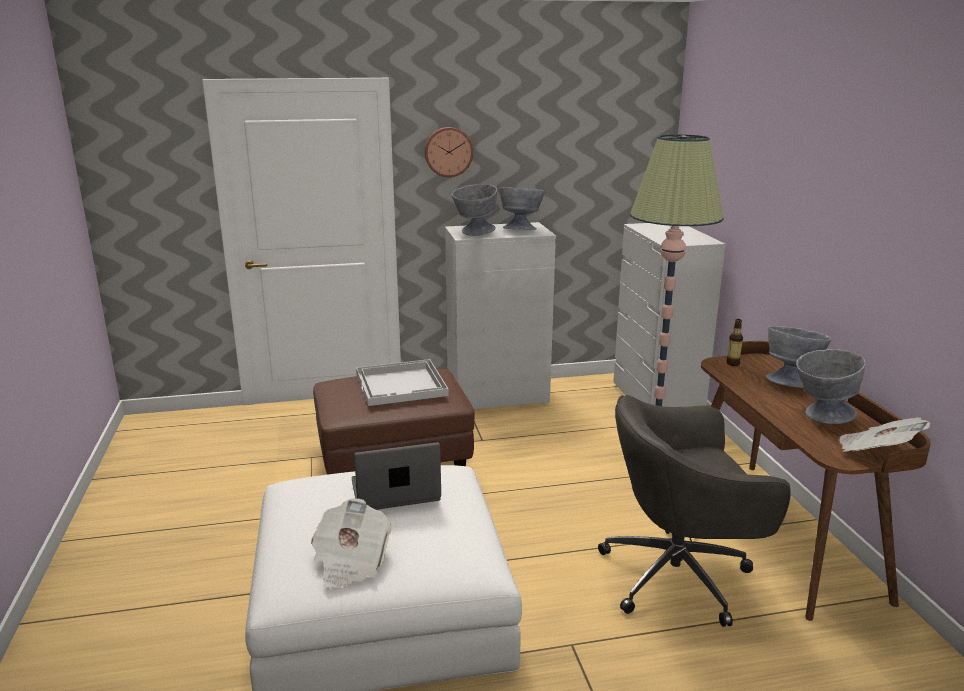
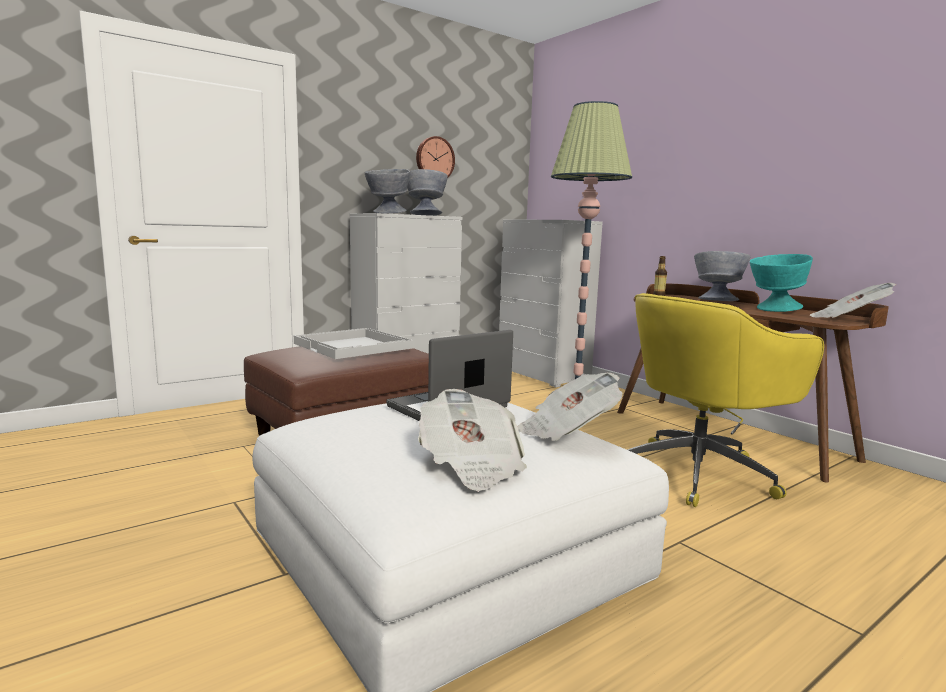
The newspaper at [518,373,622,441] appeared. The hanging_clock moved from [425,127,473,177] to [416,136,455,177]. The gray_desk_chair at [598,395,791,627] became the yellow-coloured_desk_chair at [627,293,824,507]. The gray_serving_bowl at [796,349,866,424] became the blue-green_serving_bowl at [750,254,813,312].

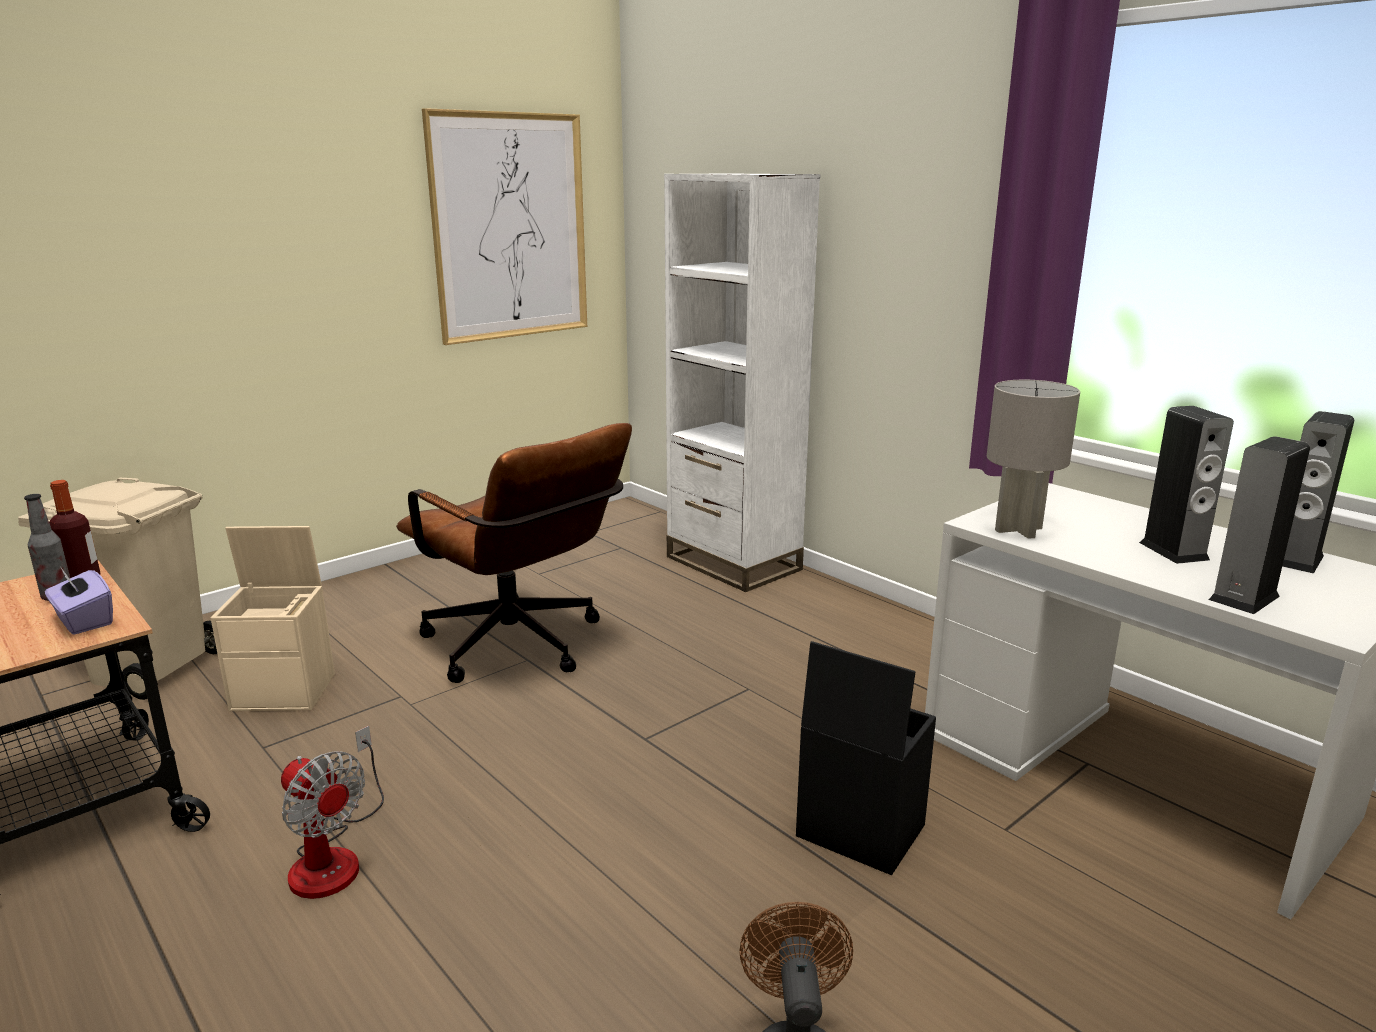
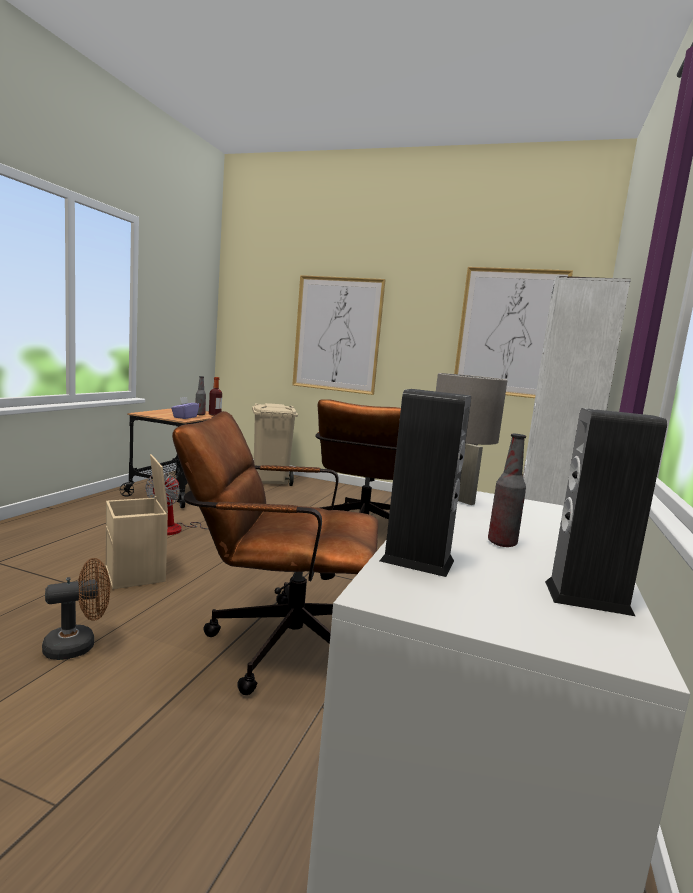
The wall_art at [292,275,385,395] appeared. The beige_storage_box moved from [211,526,335,711] to [106,454,168,589]. The blackish_storage_box at [796,641,936,875] was replaced by the brown-coloured_desk_chair at [172,411,379,695]. The loudspeaker at [1139,406,1234,564] was replaced by the beverage_bottle at [488,434,526,547].

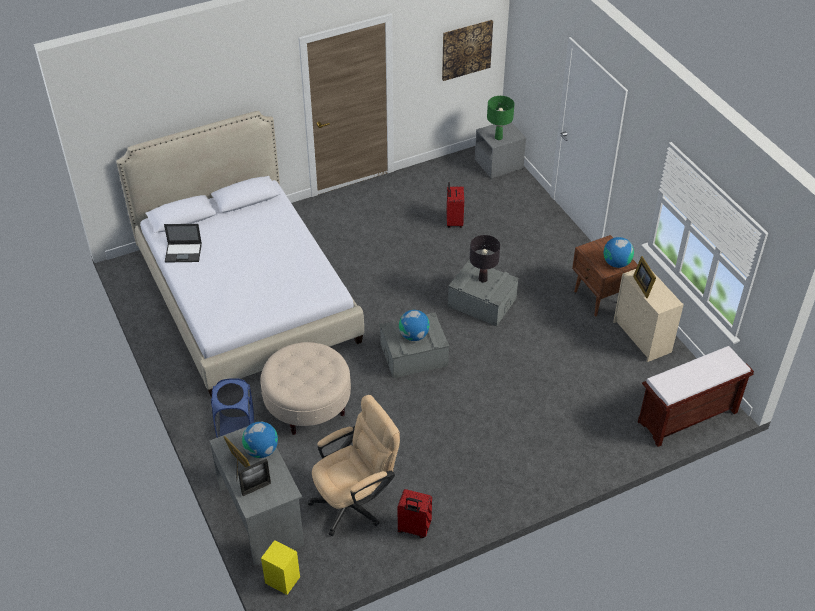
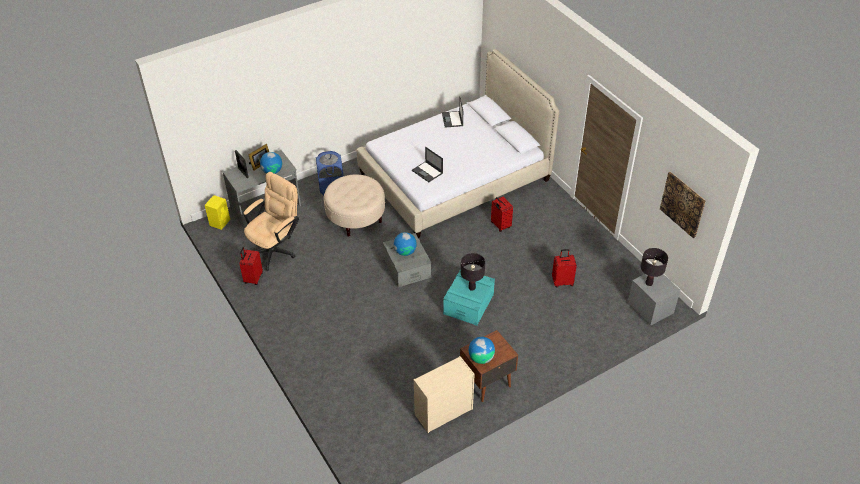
The picture_frame at [633,256,656,298] disappeared. The brown-coloured_bench at [638,346,754,447] disappeared. The portable_computer at [412,147,443,182] appeared. The red-coloured_suitcase at [491,197,513,232] appeared. The gray_storage_box at [448,259,519,327] became the blue-green_storage_box at [443,269,495,326]. The green-coloured_tabletop_lamp at [487,96,514,140] became the blackish_tabletop_lamp at [641,248,668,286]. The beige_desk_chair at [308,395,400,536] turned 105 degrees counterclockwise.

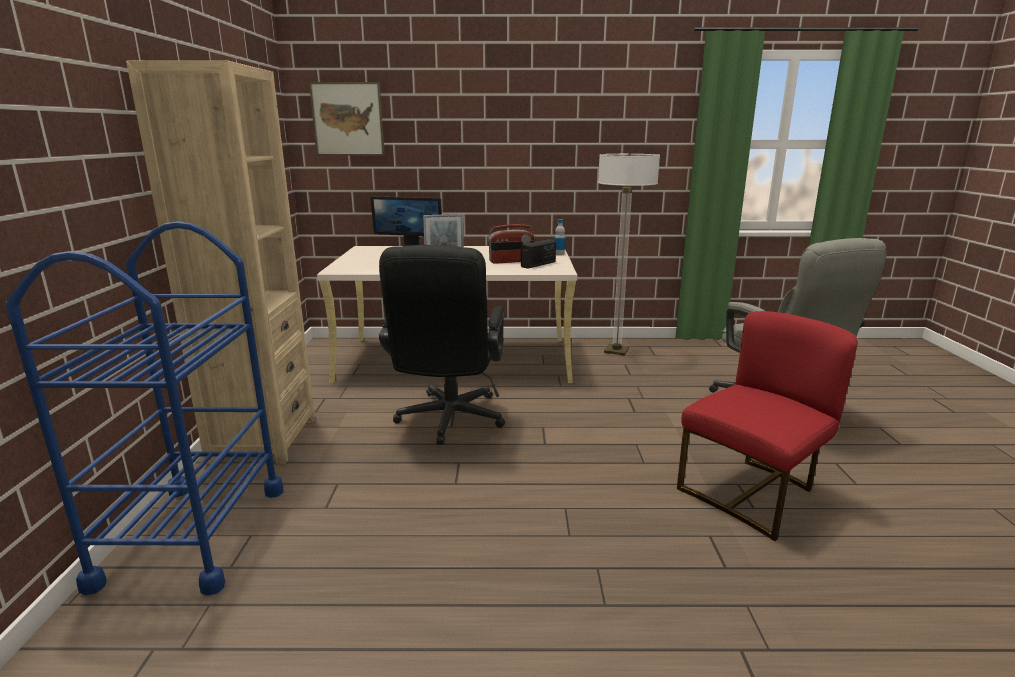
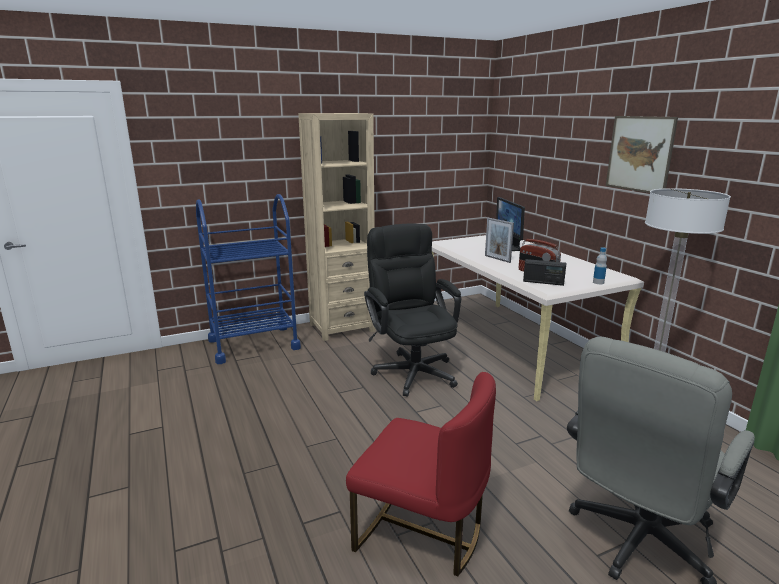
The wall_art moved from [309,82,385,156] to [606,116,678,193]. The blackish_desk_chair at [379,245,505,445] turned 90 degrees clockwise.

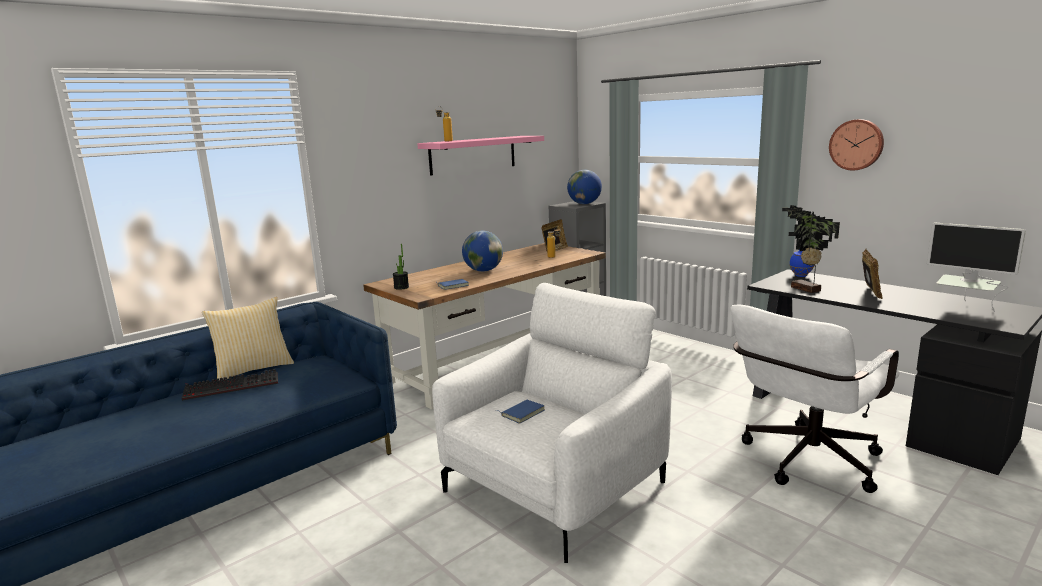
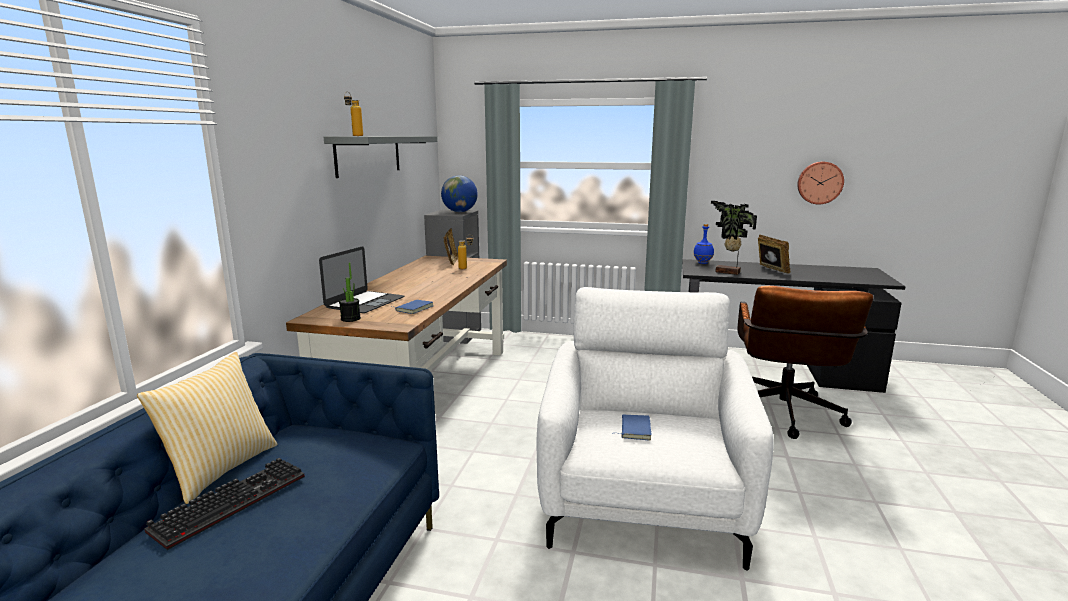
The globe at [462,231,503,272] disappeared. The computer_screen at [927,223,1026,312] disappeared. The portable_computer at [319,247,404,313] appeared. The hanging_clock moved from [829,119,884,171] to [797,162,844,205]. The pinkish_wall_shelf at [417,136,544,176] became the gray_wall_shelf at [324,136,438,178]. The white-coloured_desk_chair at [731,305,900,493] became the brown-coloured_desk_chair at [737,286,873,439].

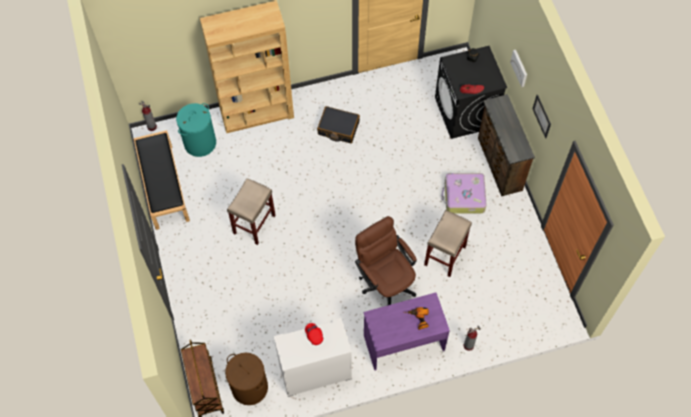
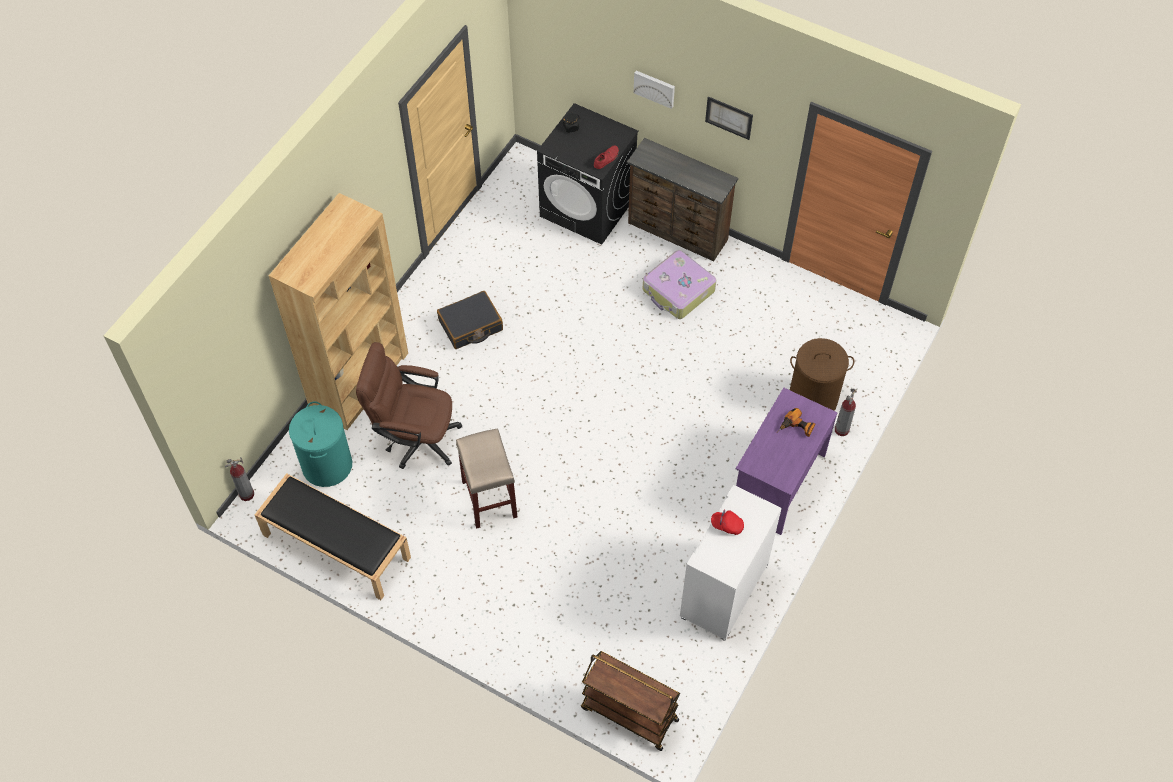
The beige_stool at [424,210,472,277] disappeared. The brown-coloured_washing_basket moved from [225,353,268,405] to [790,338,854,411]. The brown-coloured_desk_chair moved from [355,216,417,305] to [356,342,463,469].

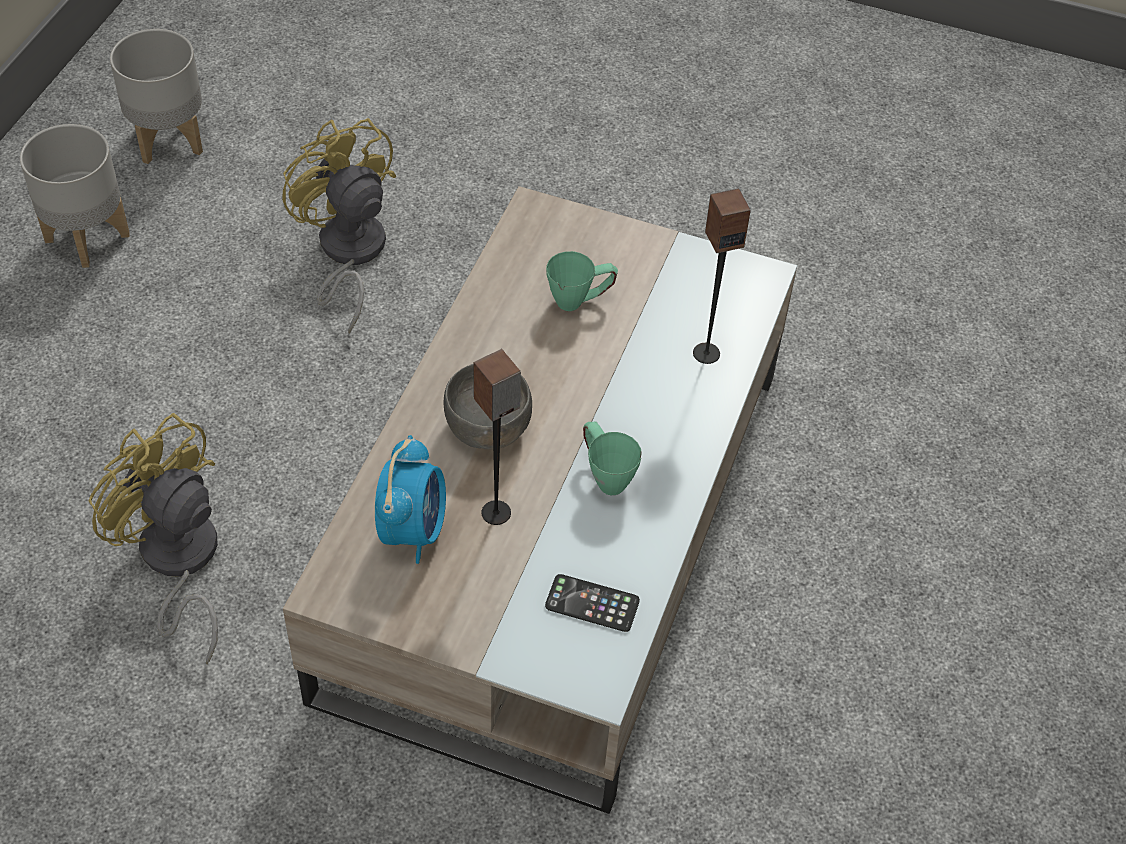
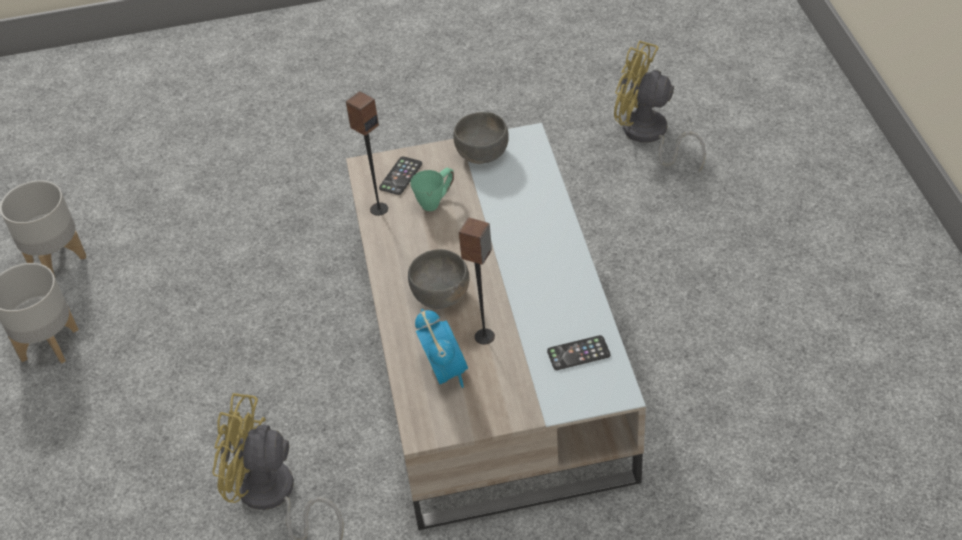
The green-coloured_tea_mug at [583,422,641,495] disappeared. The handset at [379,156,422,195] appeared. The gray_serving_bowl at [453,112,509,164] appeared. The yellow-coloured_electric_fan moved from [282,118,396,334] to [614,41,706,172]. The loudspeaker moved from [693,188,751,364] to [346,91,388,216].

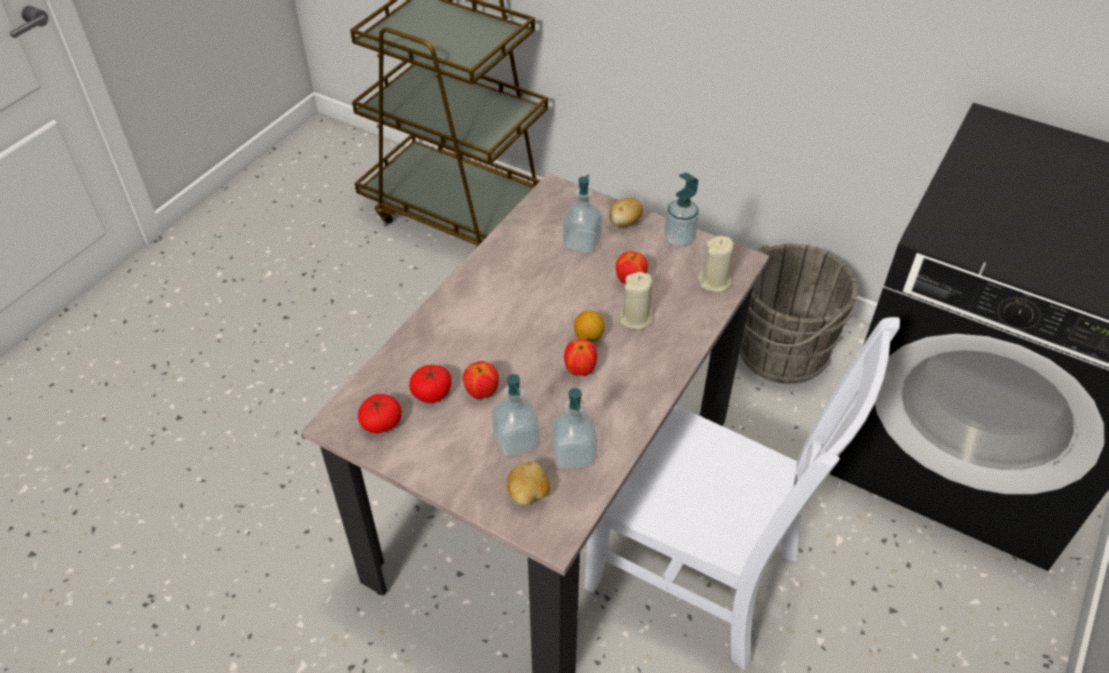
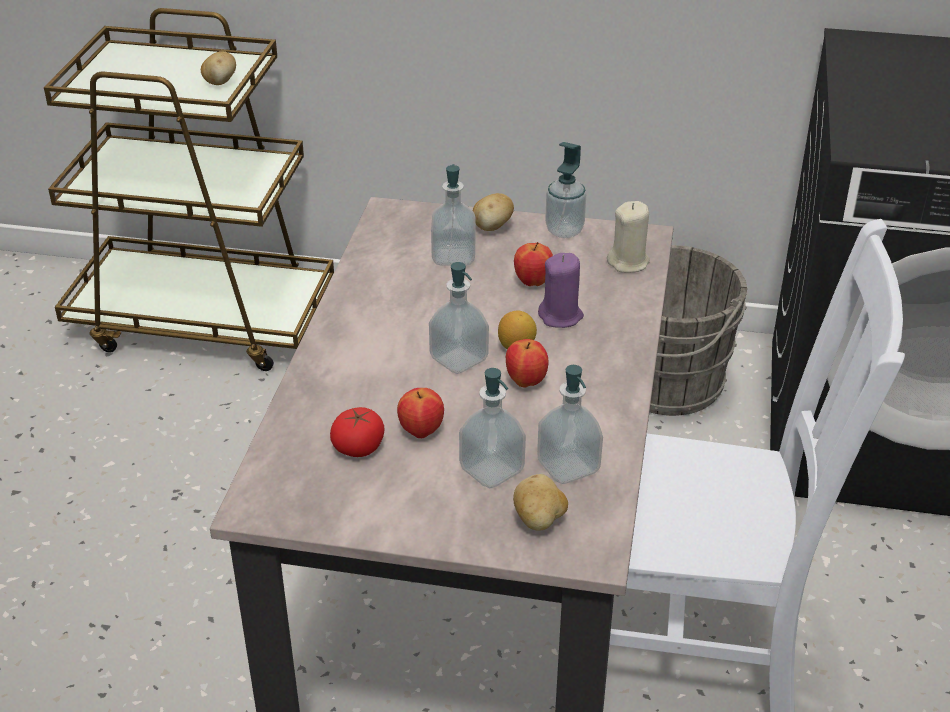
The fresh_tomato at [358,394,402,433] disappeared. The whole_potato at [201,51,236,85] appeared. The liquid_soap_bottle at [429,262,489,374] appeared. The beige_wax_candle at [619,272,654,330] became the purple-coloured_wax_candle at [538,253,584,328].

